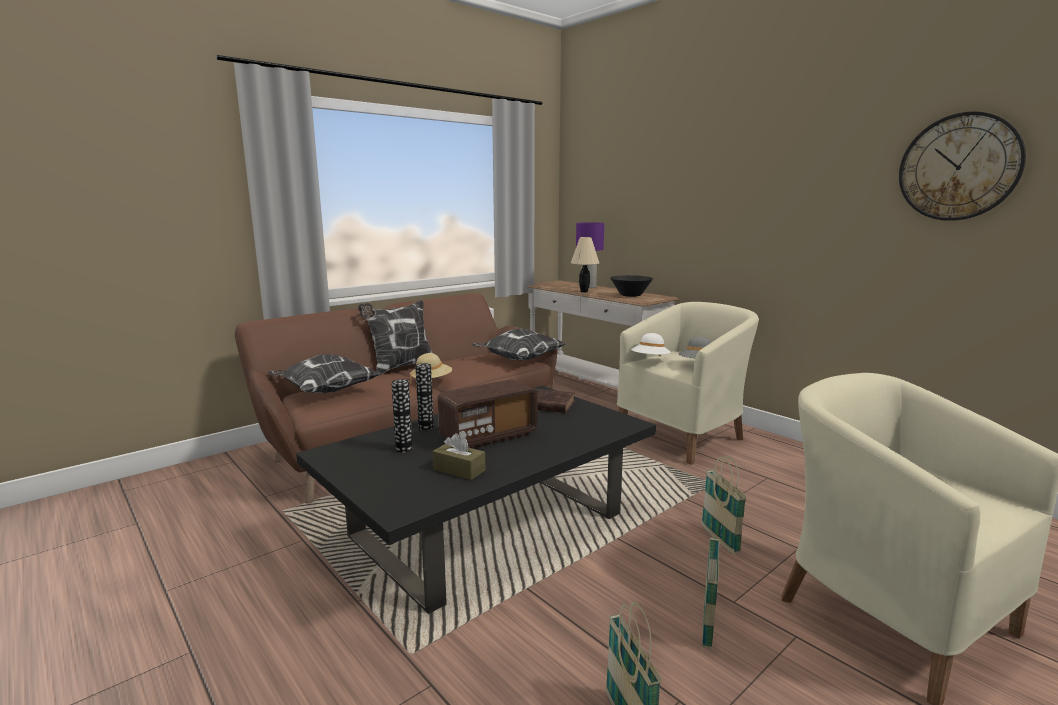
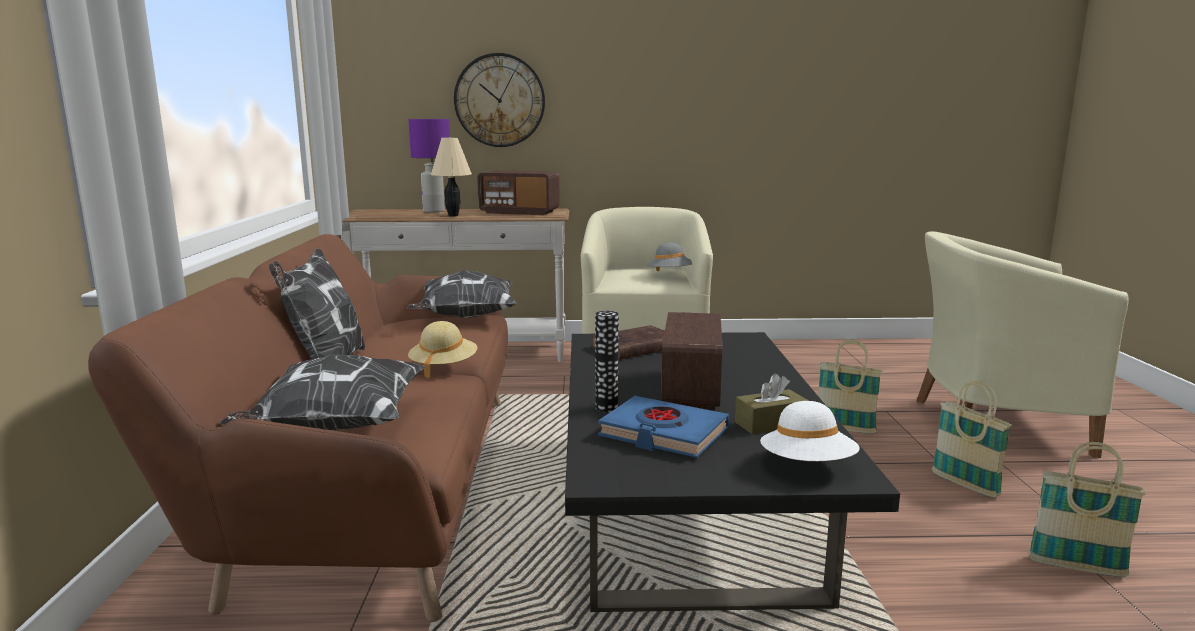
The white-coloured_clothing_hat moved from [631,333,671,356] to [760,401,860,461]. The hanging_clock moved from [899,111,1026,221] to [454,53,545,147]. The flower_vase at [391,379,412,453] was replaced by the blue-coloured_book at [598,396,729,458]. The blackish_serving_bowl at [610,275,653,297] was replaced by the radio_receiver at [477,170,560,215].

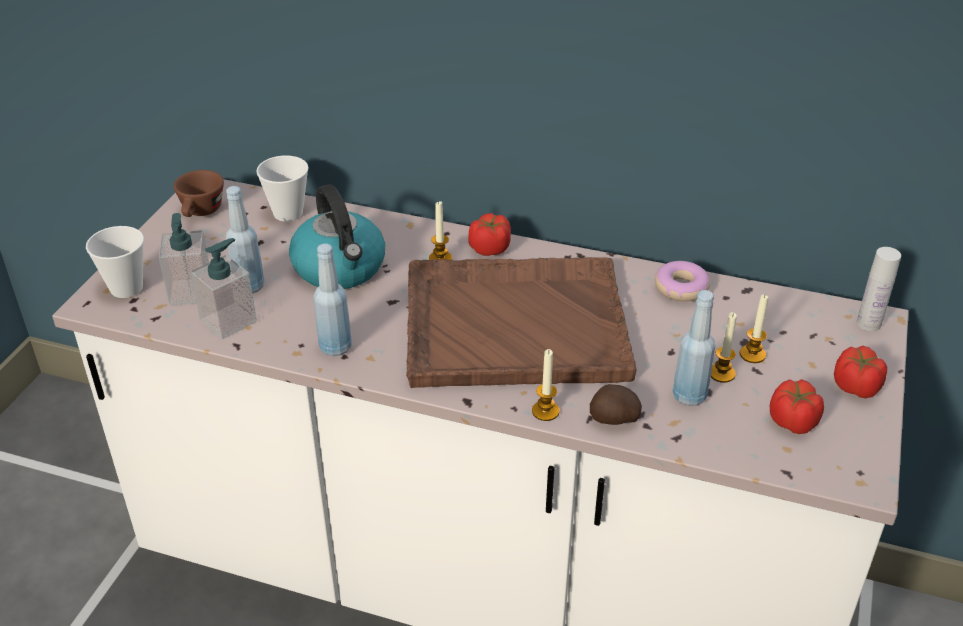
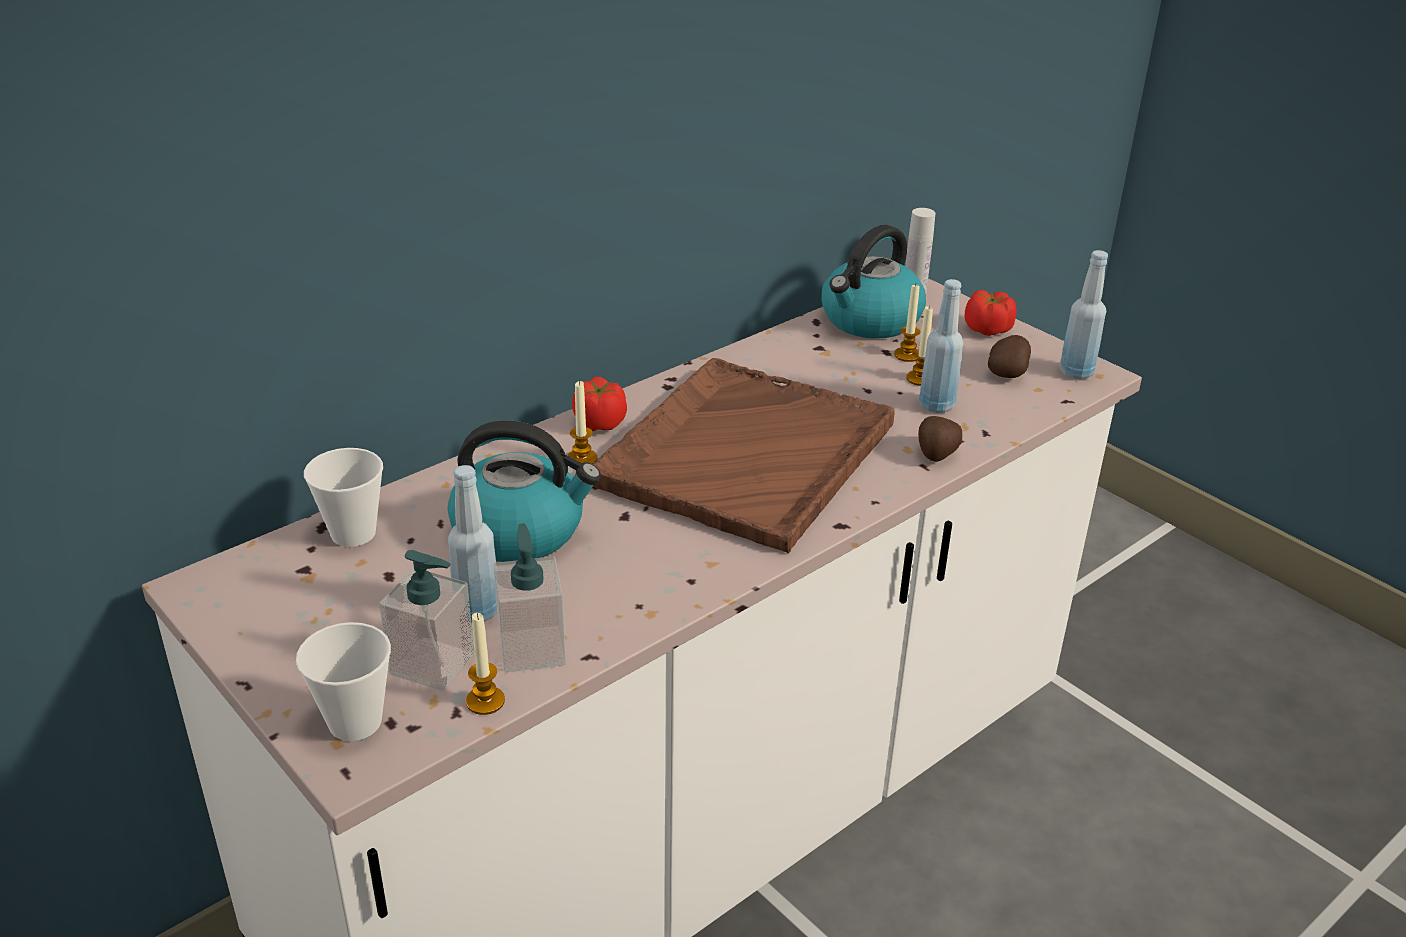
The brown-coloured_drinking_cup at [174,170,224,217] disappeared. The ring_doughnut at [655,261,710,302] disappeared. The tea_kettle at [821,225,926,339] appeared. The blue-coloured_beverage_bottle moved from [314,243,352,356] to [1060,250,1108,379]. The wax_candle moved from [532,349,560,421] to [466,613,505,715]. The fresh_tomato at [770,379,824,434] was replaced by the whole_potato at [988,335,1031,378].

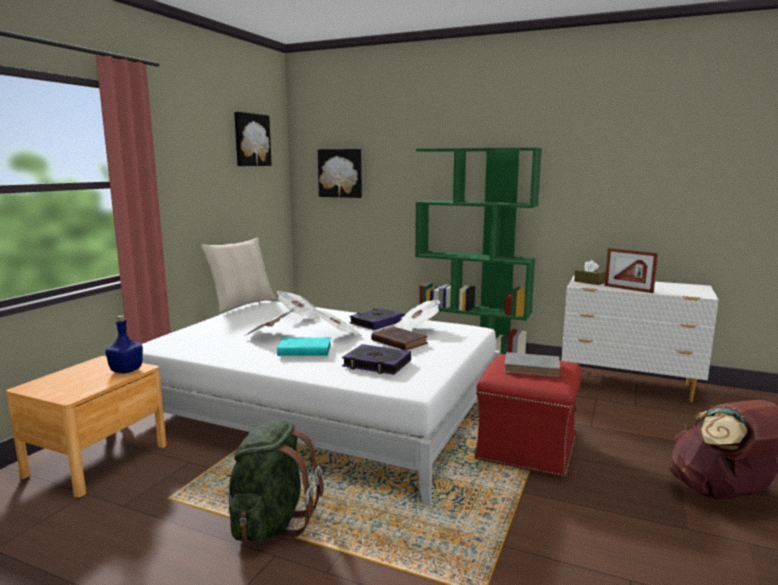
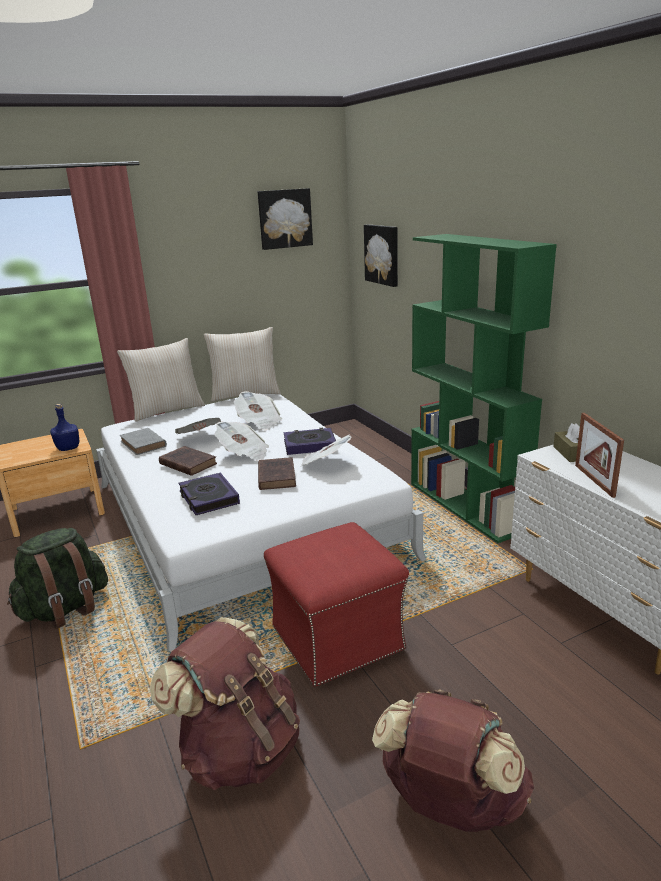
The beige_cushion at [117,338,205,421] appeared. The brown-coloured_backpack at [150,617,300,790] appeared. The gray_book moved from [504,352,560,377] to [120,428,167,455]. The blue-green_book at [277,337,331,356] became the brown-coloured_book at [159,446,217,476].

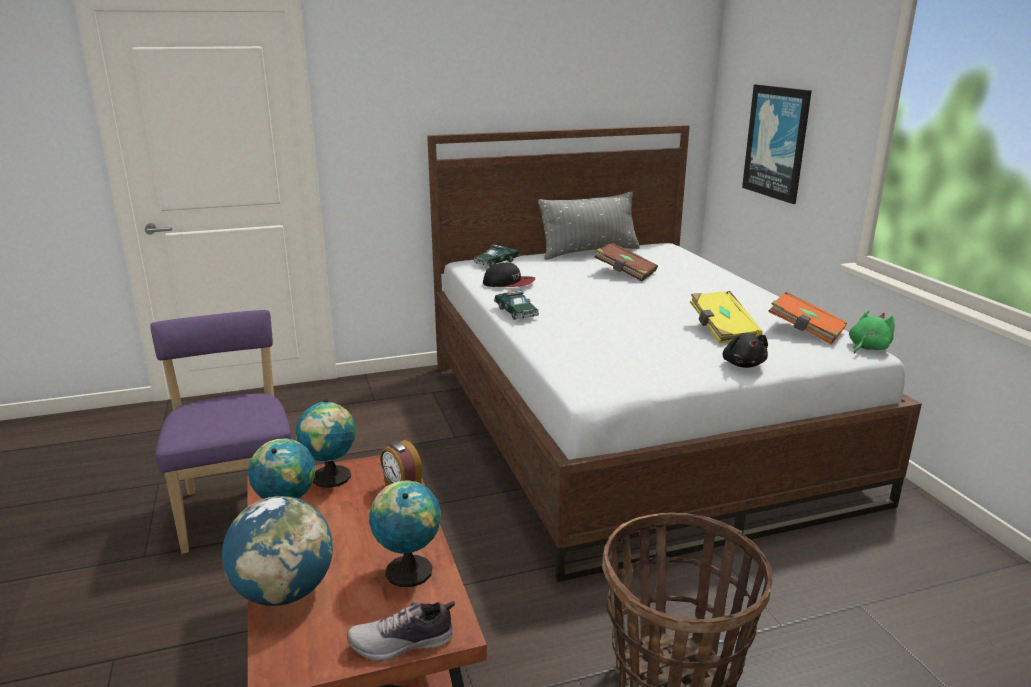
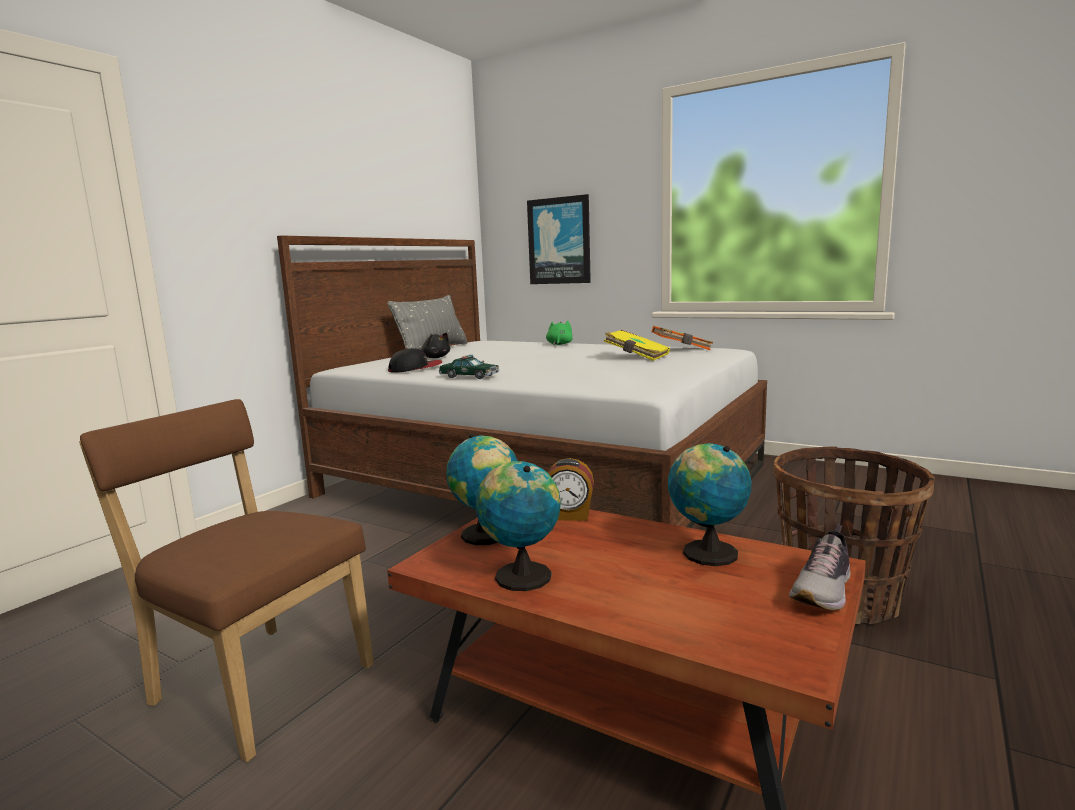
The globe at [222,496,333,606] disappeared. The miniature_car at [473,244,520,267] disappeared. The brown-coloured_book at [594,243,658,281] disappeared. The blackish_cuddly_toy moved from [723,333,768,368] to [421,333,450,358]. The green-coloured_cuddly_toy moved from [849,310,895,354] to [546,321,573,345]. The purple-coloured_plain_chair at [150,310,292,554] became the brown-coloured_plain_chair at [79,399,374,762].

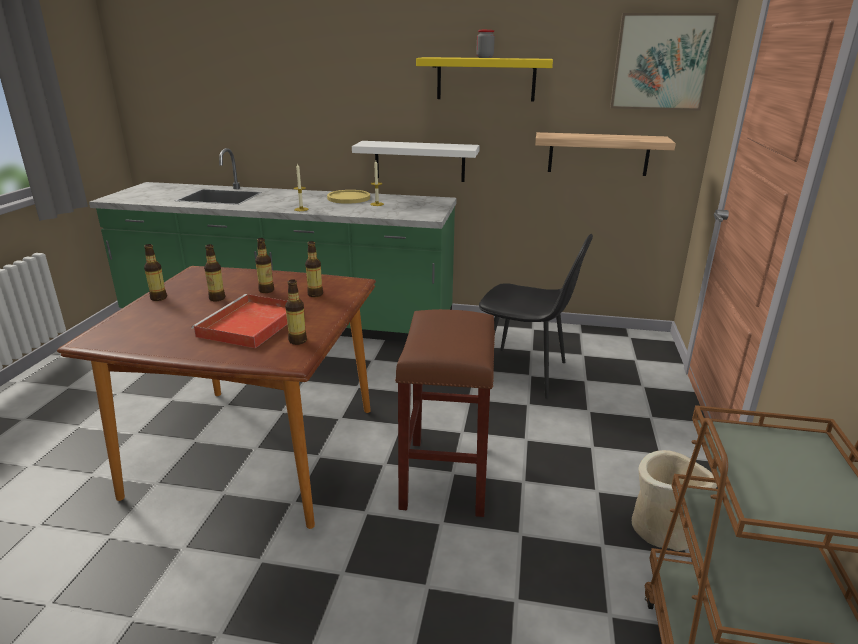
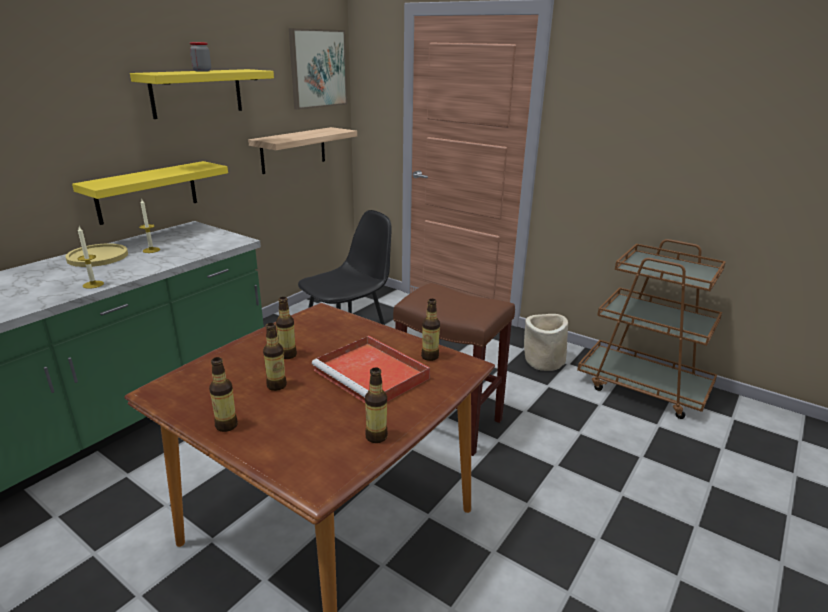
The beverage_bottle moved from [305,241,323,297] to [365,367,388,443]. The white-coloured_wall_shelf at [352,141,480,182] became the yellow-coloured_wall_shelf at [72,161,228,225].

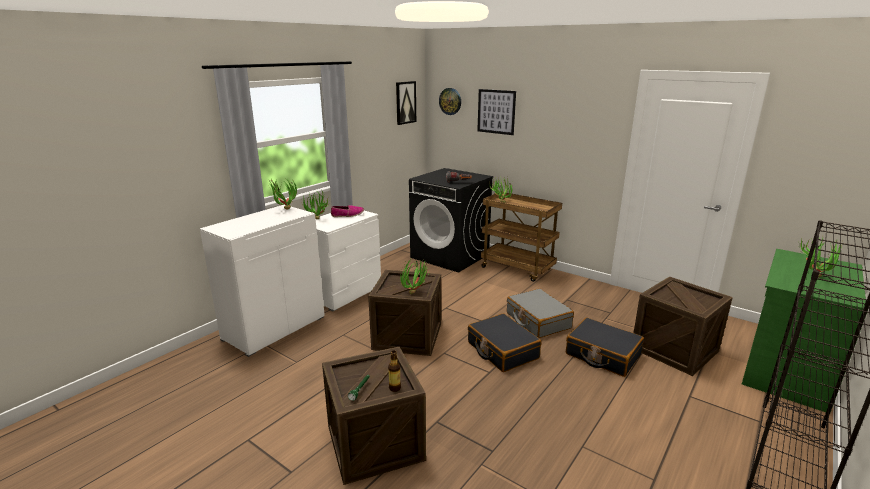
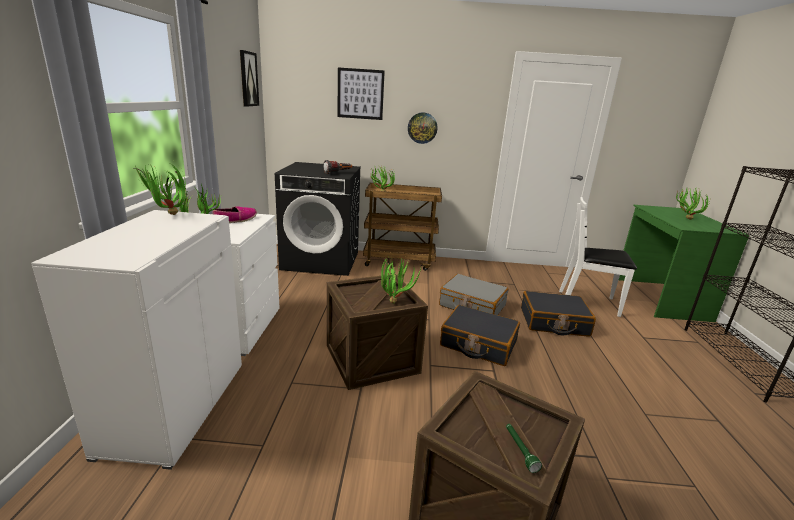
The beverage_bottle at [388,350,401,392] disappeared. The hanging_clock moved from [439,88,461,115] to [408,112,437,144]. The shipping_crate at [633,276,733,376] was replaced by the white-coloured_plain_chair at [559,197,637,317].

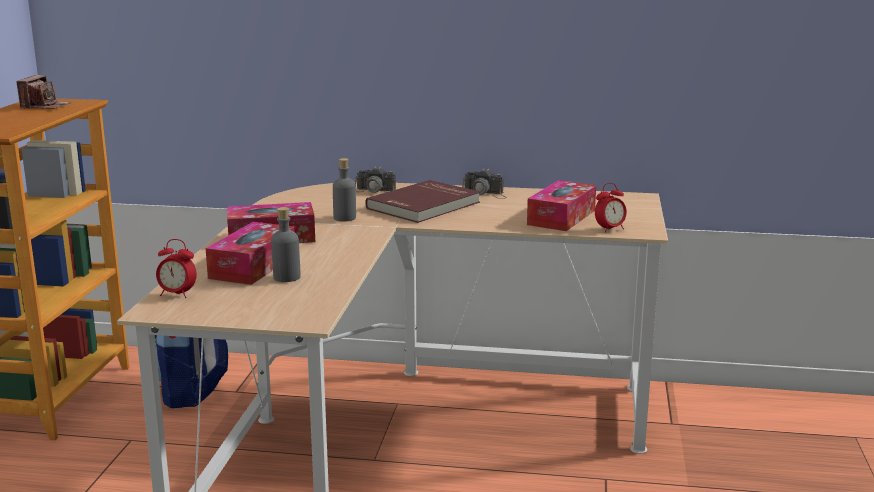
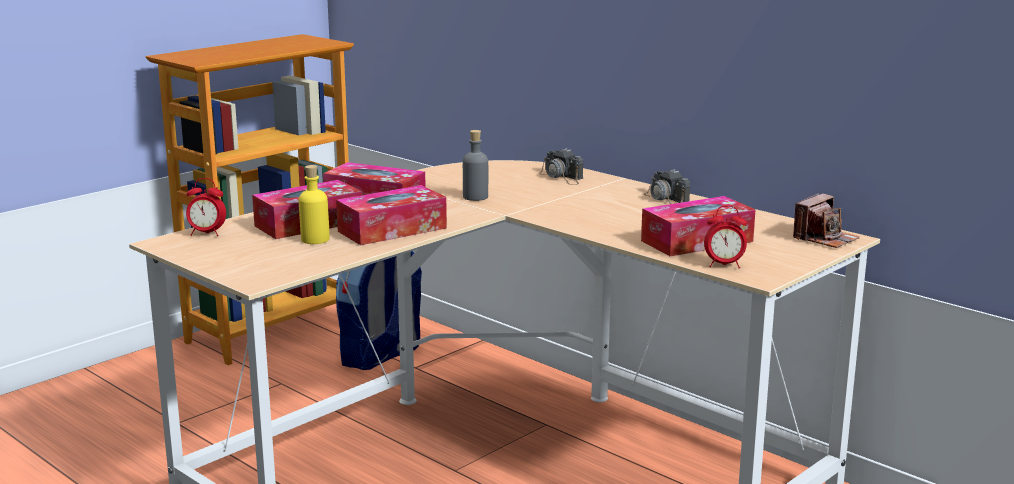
The red-coloured_book at [365,180,480,223] disappeared. The box_of_tissues at [336,185,447,245] appeared. The still_camera moved from [16,75,71,109] to [793,193,860,248]. The gray_beverage_bottle at [271,207,301,282] became the yellow-coloured_beverage_bottle at [298,165,330,244]. The table_clock at [156,239,197,298] turned 45 degrees counterclockwise.

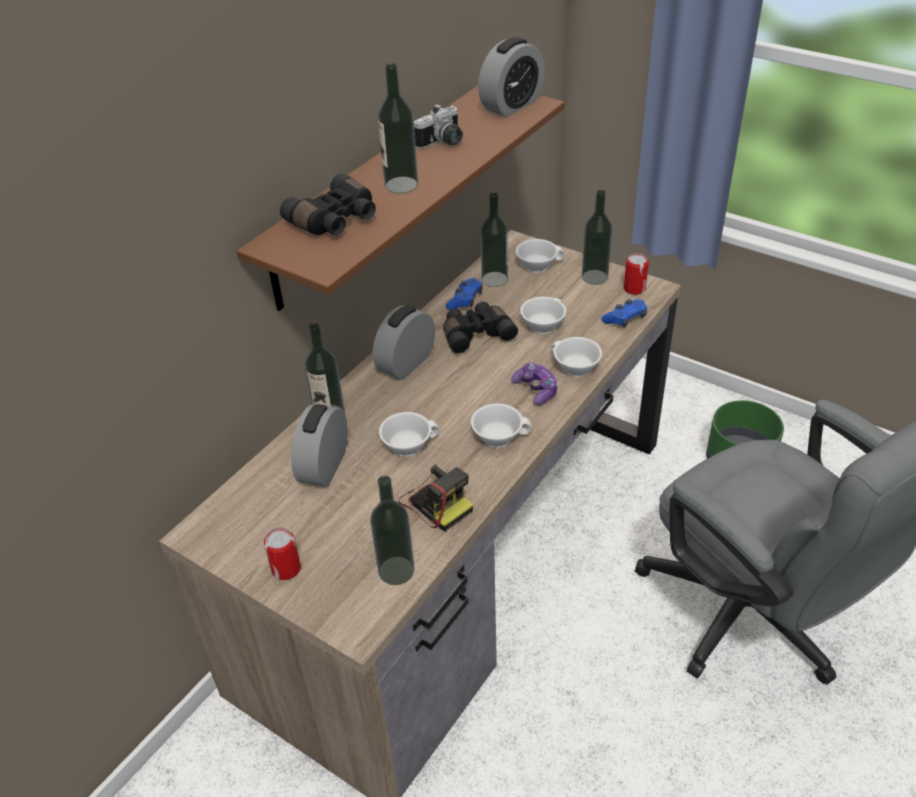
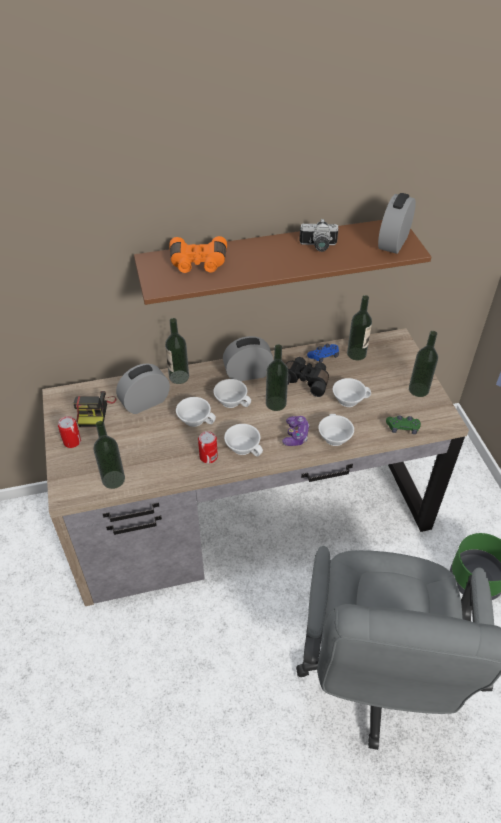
The beverage_bottle moved from [378,63,418,193] to [266,344,288,411]. The still_camera moved from [398,464,473,532] to [73,391,117,427]. The white-coloured_drinking_cup moved from [516,239,564,273] to [213,379,251,408]. The metal_can moved from [624,253,649,295] to [198,431,218,463]. The blackish_field_glasses at [280,173,376,235] became the orange-coloured_field_glasses at [169,236,227,273]. The blue-coloured_gamepad at [602,299,647,327] became the green-coloured_gamepad at [386,415,421,434]. The table_clock at [478,37,545,117] turned 120 degrees clockwise.

